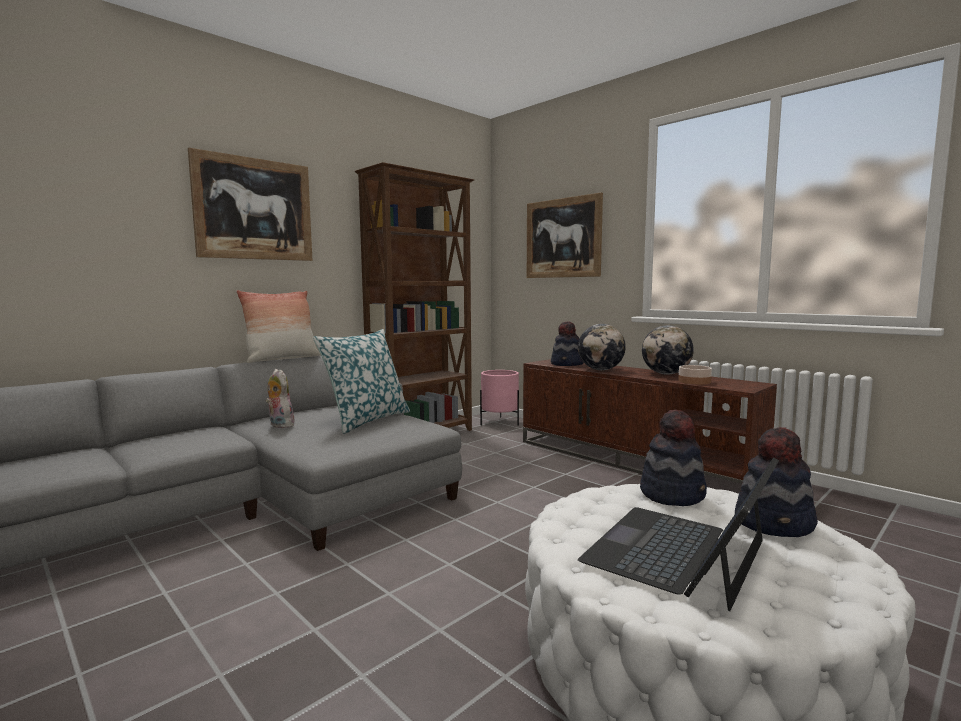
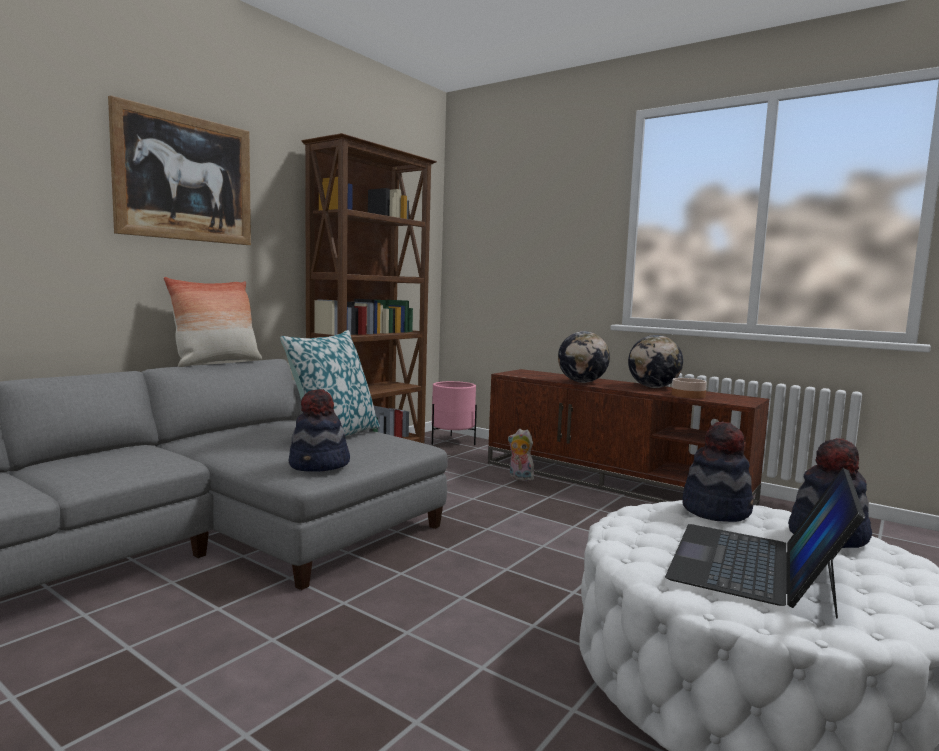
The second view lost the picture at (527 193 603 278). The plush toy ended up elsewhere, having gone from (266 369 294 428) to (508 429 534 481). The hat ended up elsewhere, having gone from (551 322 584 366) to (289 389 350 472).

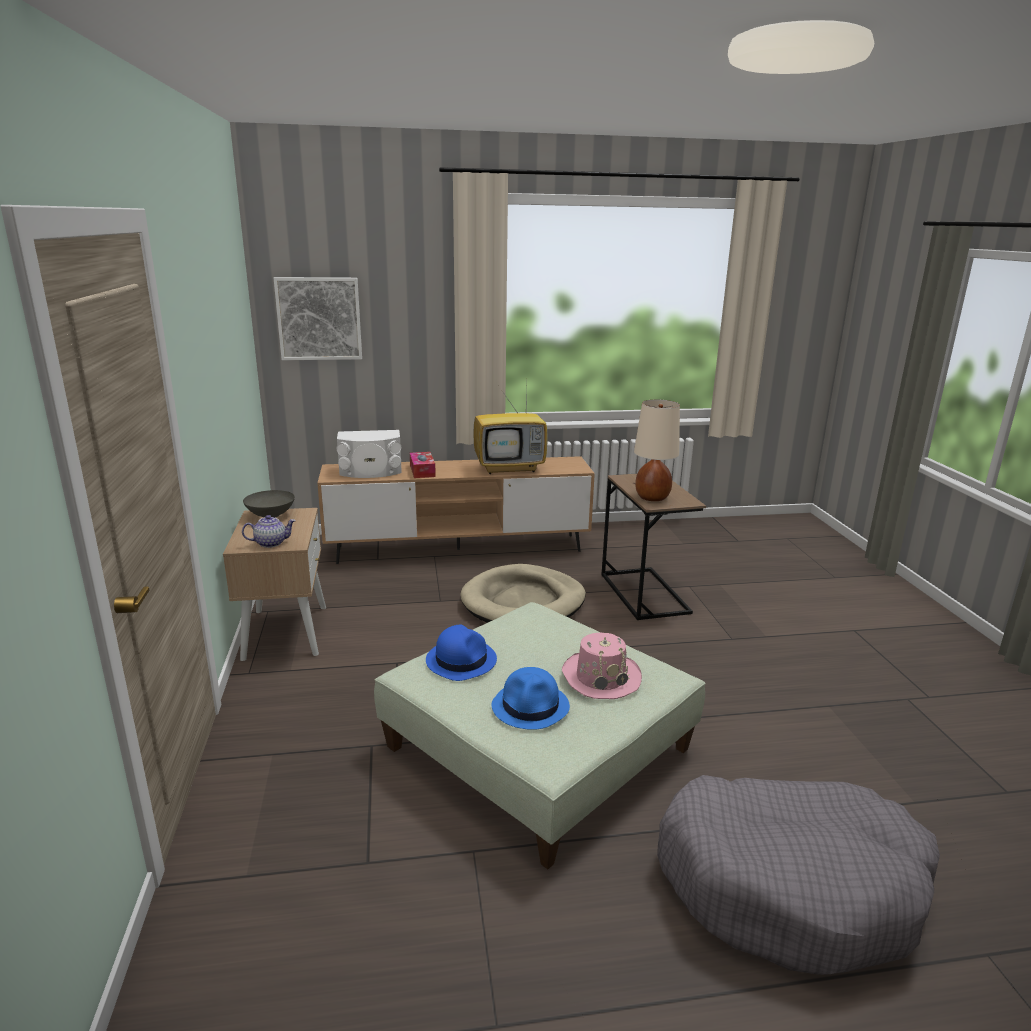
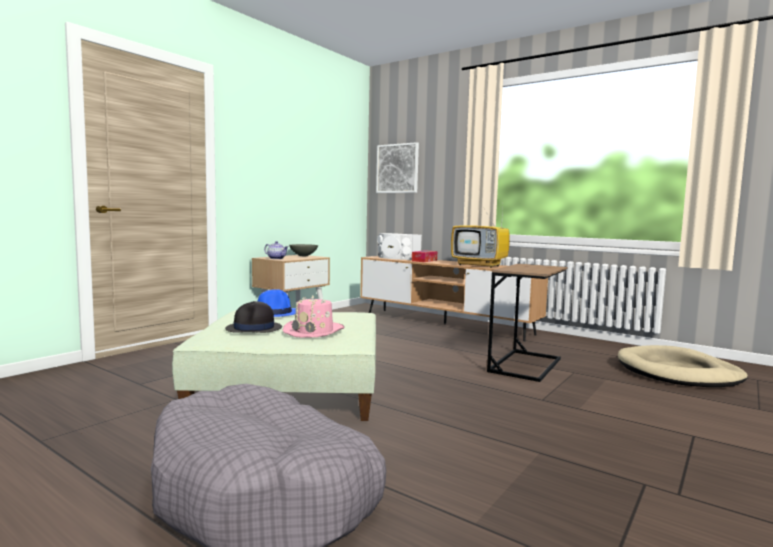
The second view lost the table lamp/beige at (634 400 680 501). The dog bed/beige ended up elsewhere, having gone from (460 564 586 623) to (618 345 748 387). What was the hat/blue at (492 667 570 730) turned into the hat/black at (225 301 282 333).

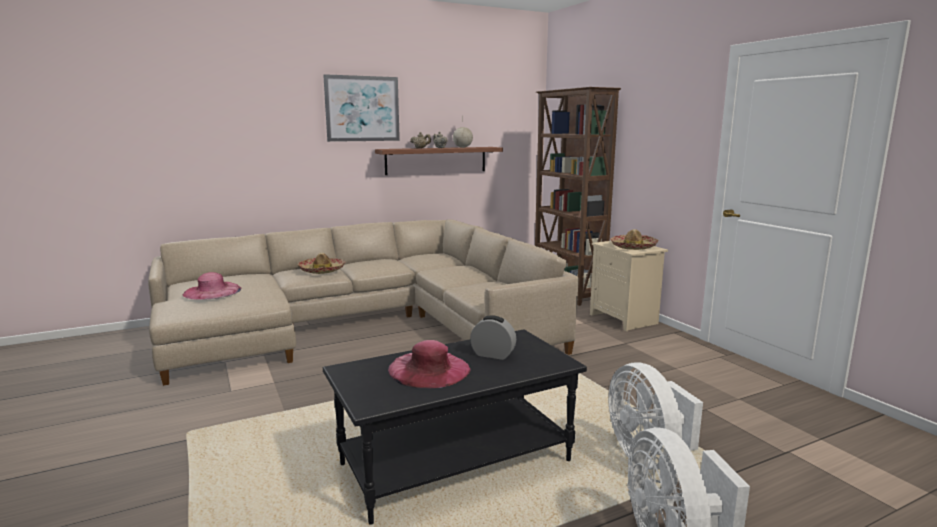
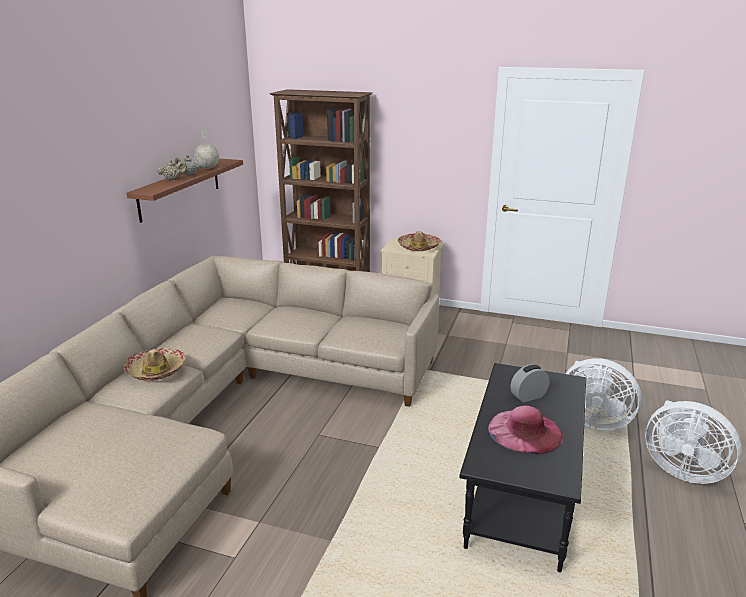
The second view lost the hat/pink at (183 272 241 300). The second view lost the picture at (323 74 400 142).

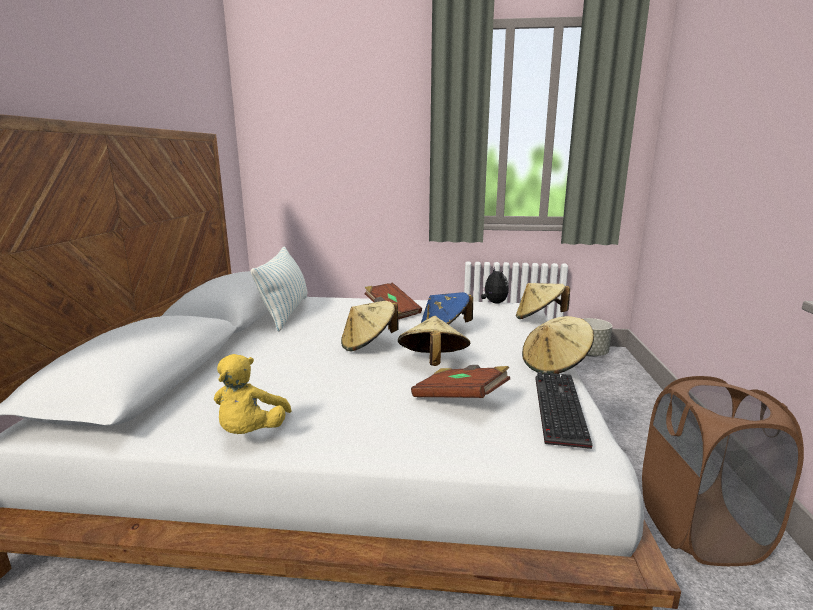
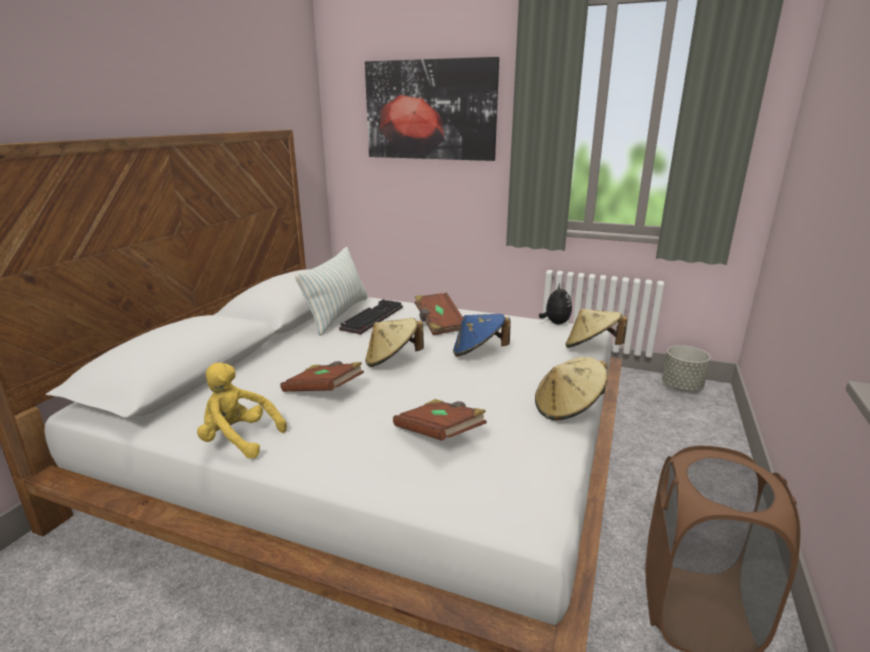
The second view lost the hat/beige at (398 316 470 366). The second view gained the book/brown at (280 361 364 392). The second view gained the picture at (365 57 499 161). The keyboard ended up elsewhere, having gone from (535 372 592 449) to (339 299 403 334). The plush toy/yellow at (214 354 292 434) ended up facing another way, 90 degrees clockwise from before.

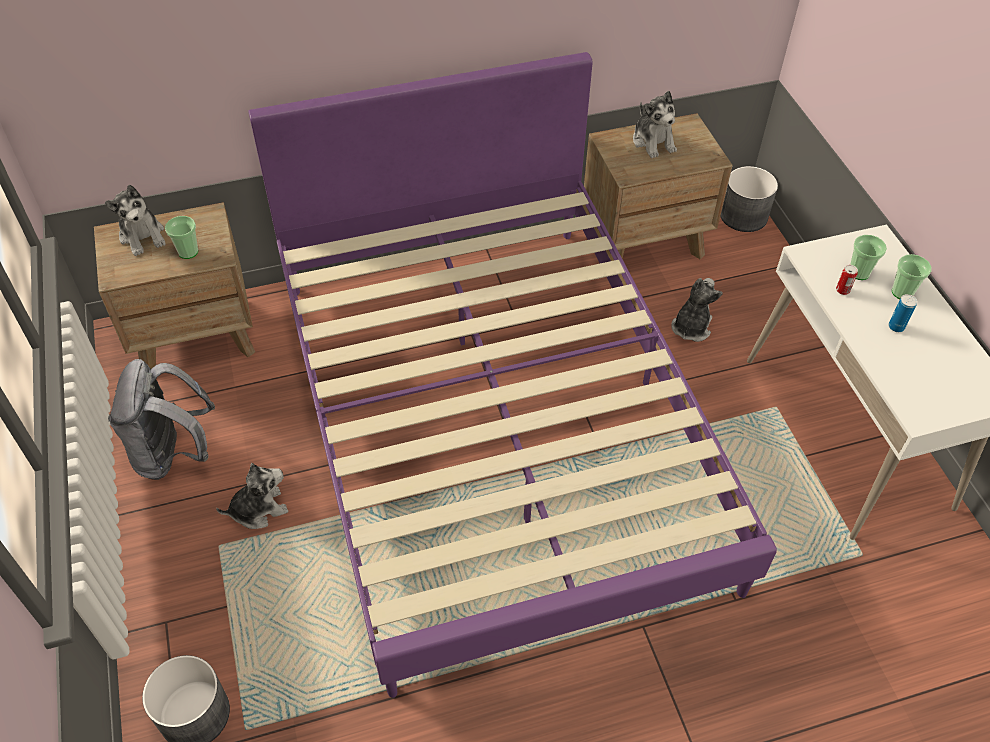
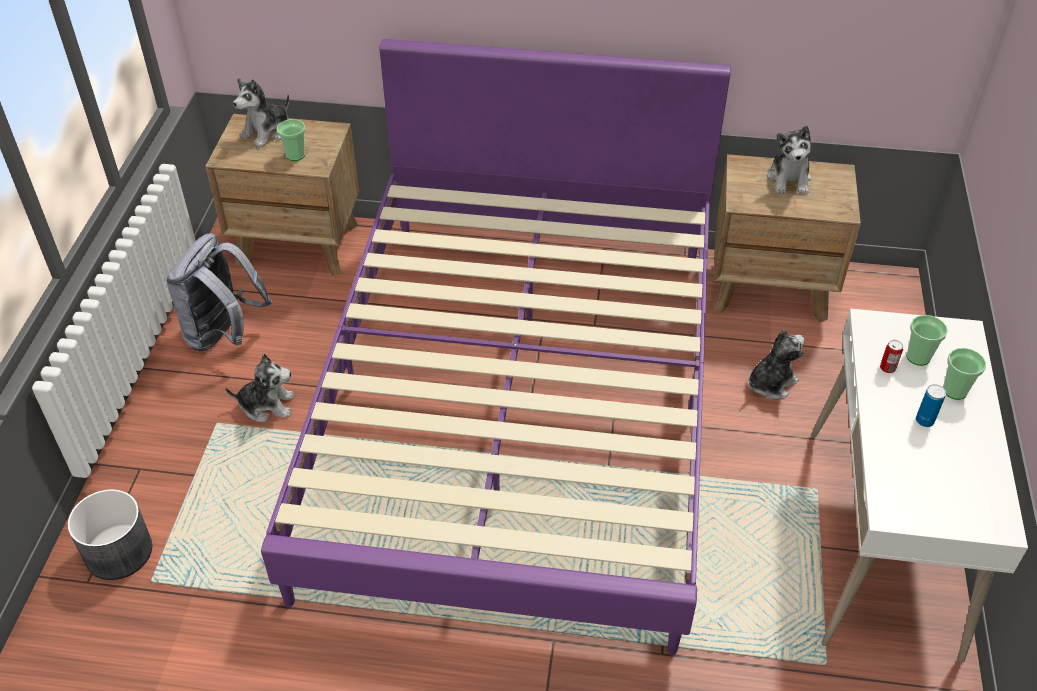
The second view lost the planter/grey at (720 166 778 232). The plush toy at (105 185 166 256) ended up facing another way, 45 degrees clockwise from before.

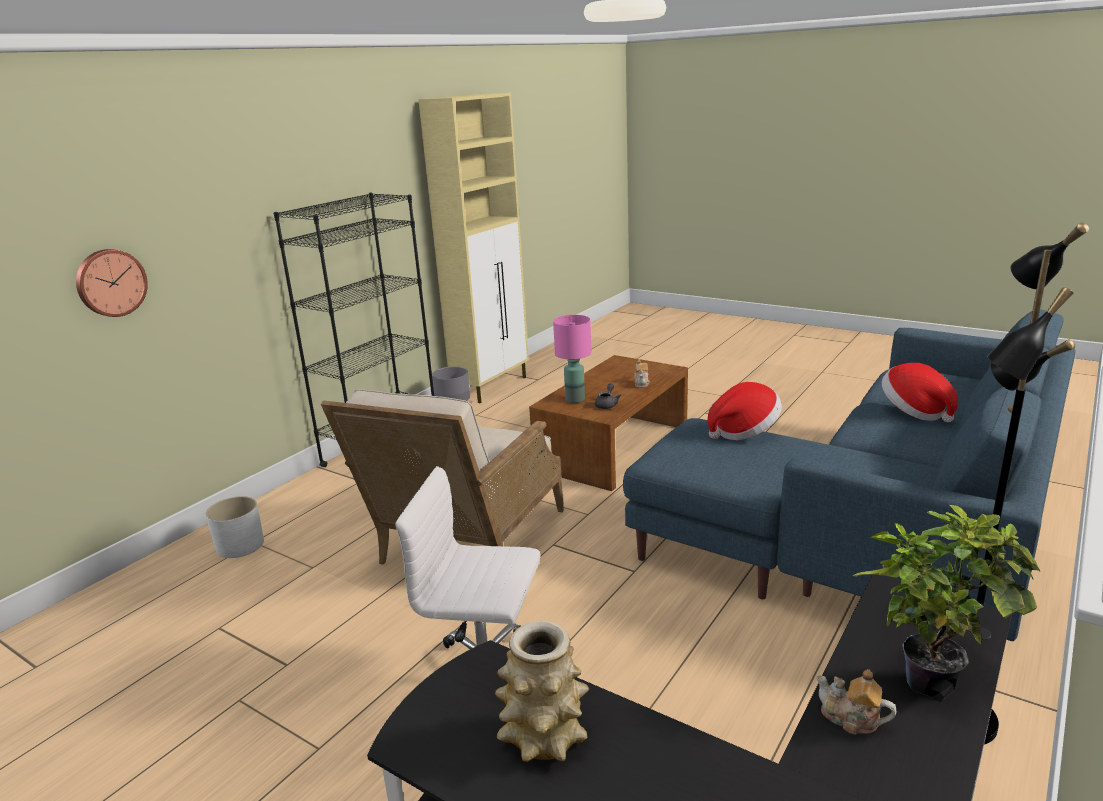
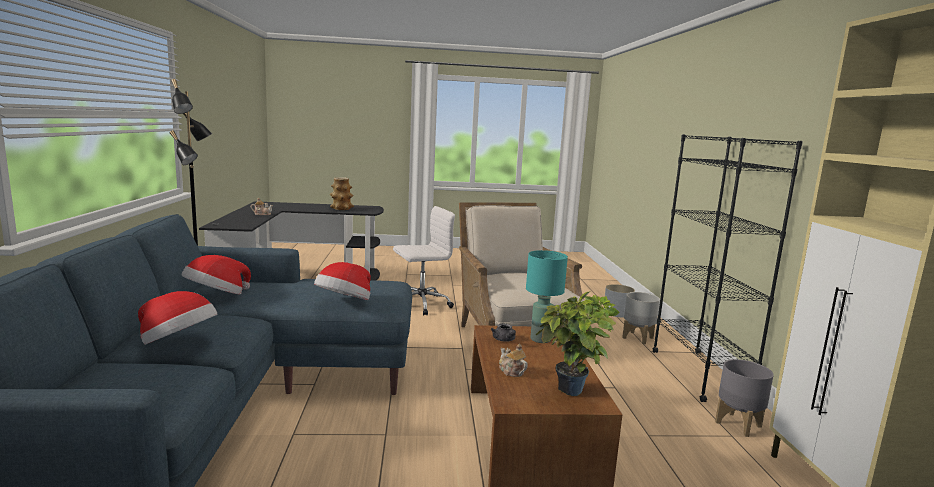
The second view lost the wall clock at (76 249 148 317). The second view gained the hat at (182 255 251 294). The second view gained the planter/grey at (622 292 660 345). The potted plant ended up elsewhere, having gone from (853 505 1041 700) to (536 291 620 396). What was the table lamp/pink at (553 315 591 403) turned into the table lamp/turquoise at (526 250 568 343).

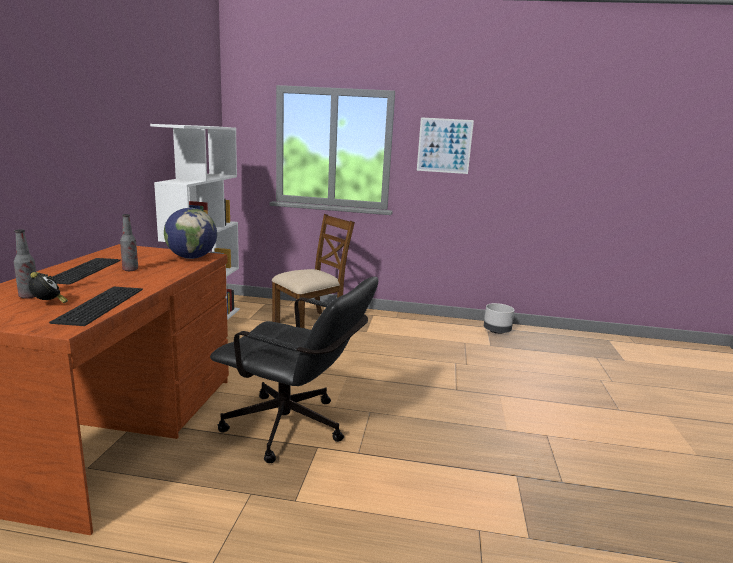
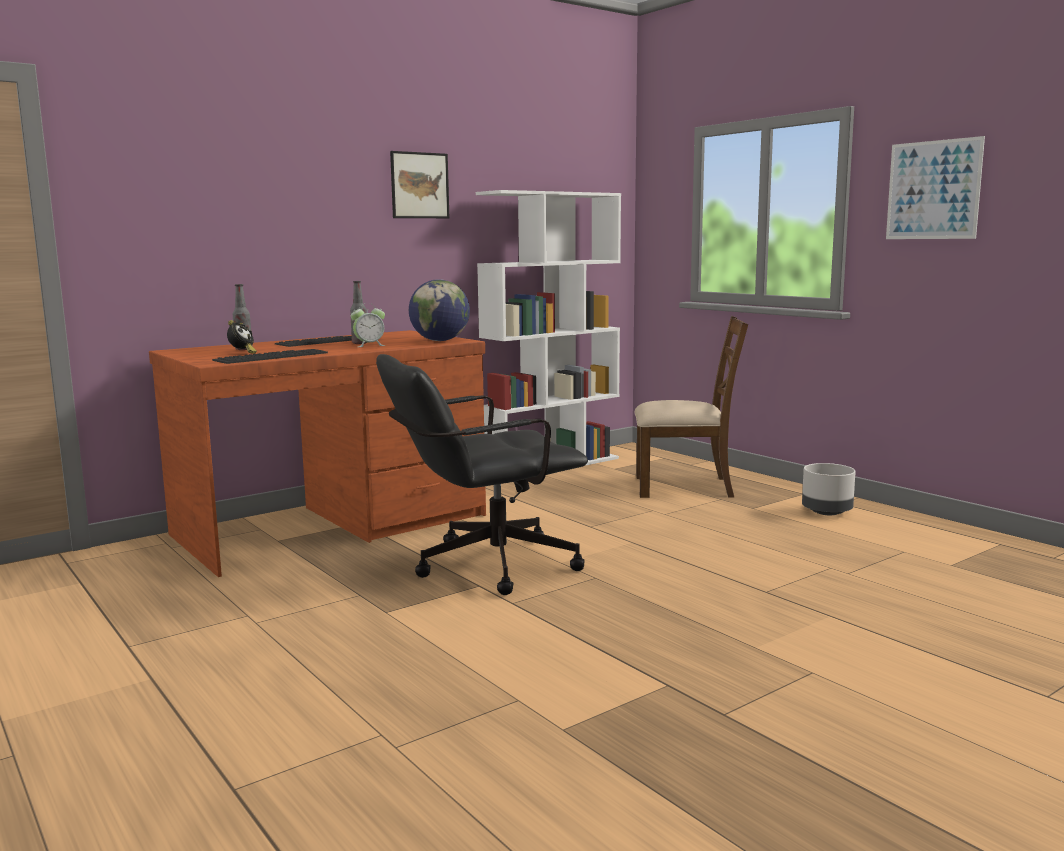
The second view gained the alarm clock at (351 303 386 347). The second view gained the picture at (390 151 449 218). The planter/grey ended up elsewhere, having gone from (484 303 515 334) to (802 463 856 515). The office chair/black at (210 277 378 463) ended up facing another way, 90 degrees clockwise from before.

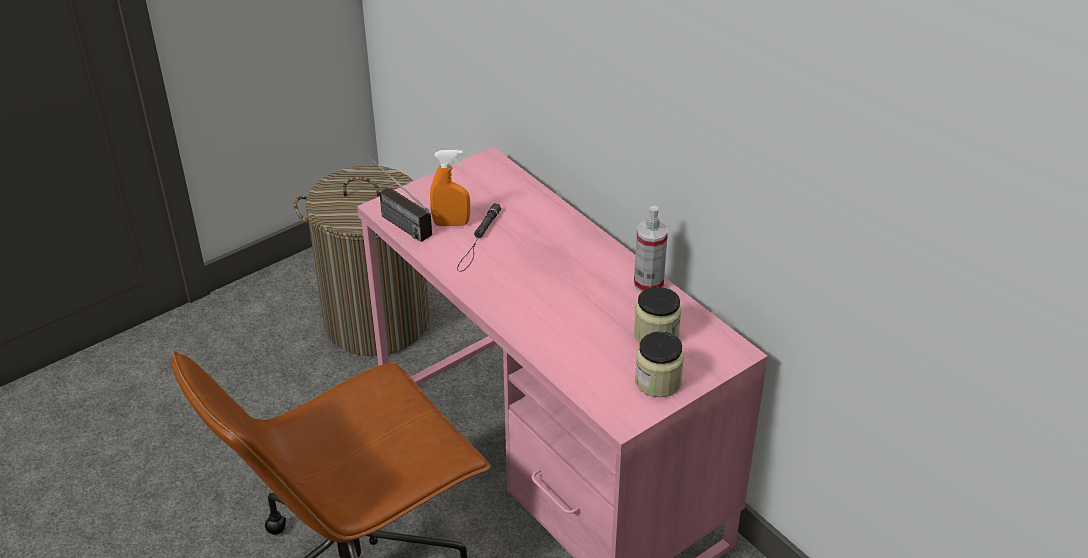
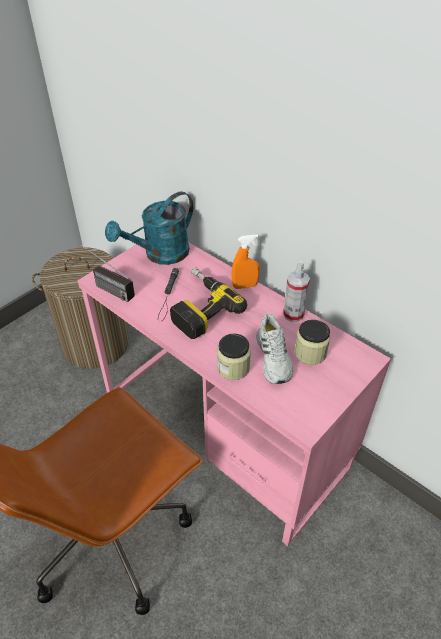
The second view gained the watering can/turquoise at (105 191 193 265). The second view gained the power drill at (170 267 247 339). The second view gained the shoe/white at (256 313 293 384). The spray bottle/orange ended up elsewhere, having gone from (430 150 470 226) to (232 234 260 289). The jar ended up elsewhere, having gone from (635 331 684 397) to (217 334 251 380).

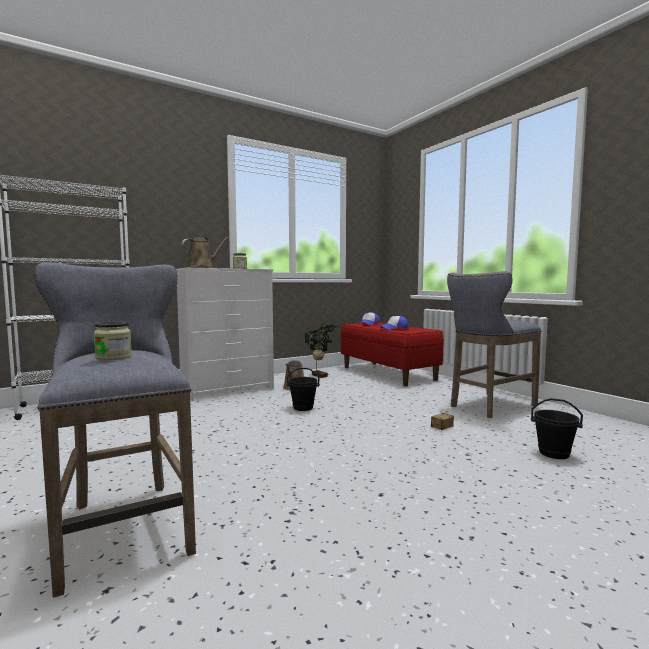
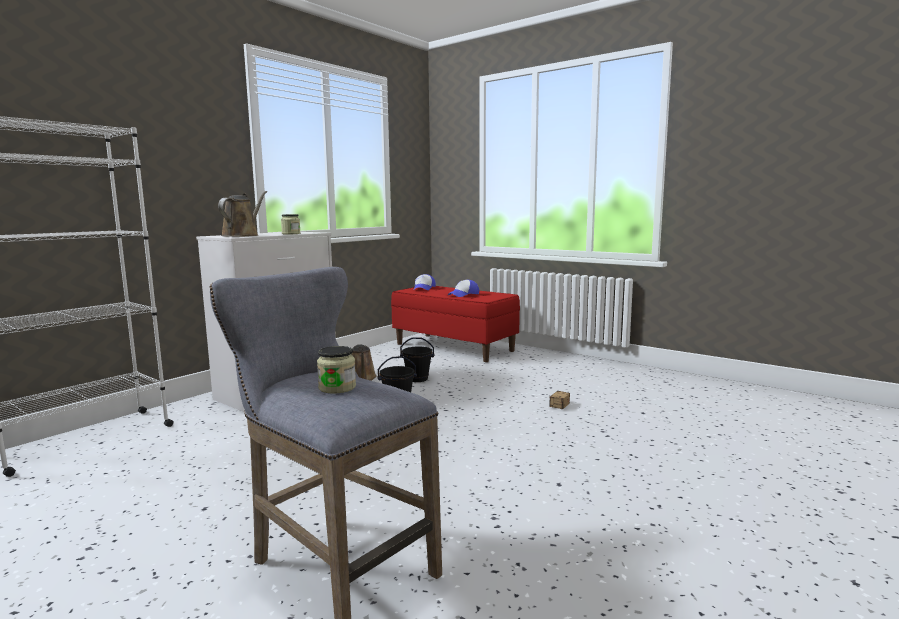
The second view lost the potted plant at (305 324 337 378). The second view lost the stool/grey at (447 271 541 418). The bucket/black ended up elsewhere, having gone from (531 398 583 459) to (400 337 434 382).

